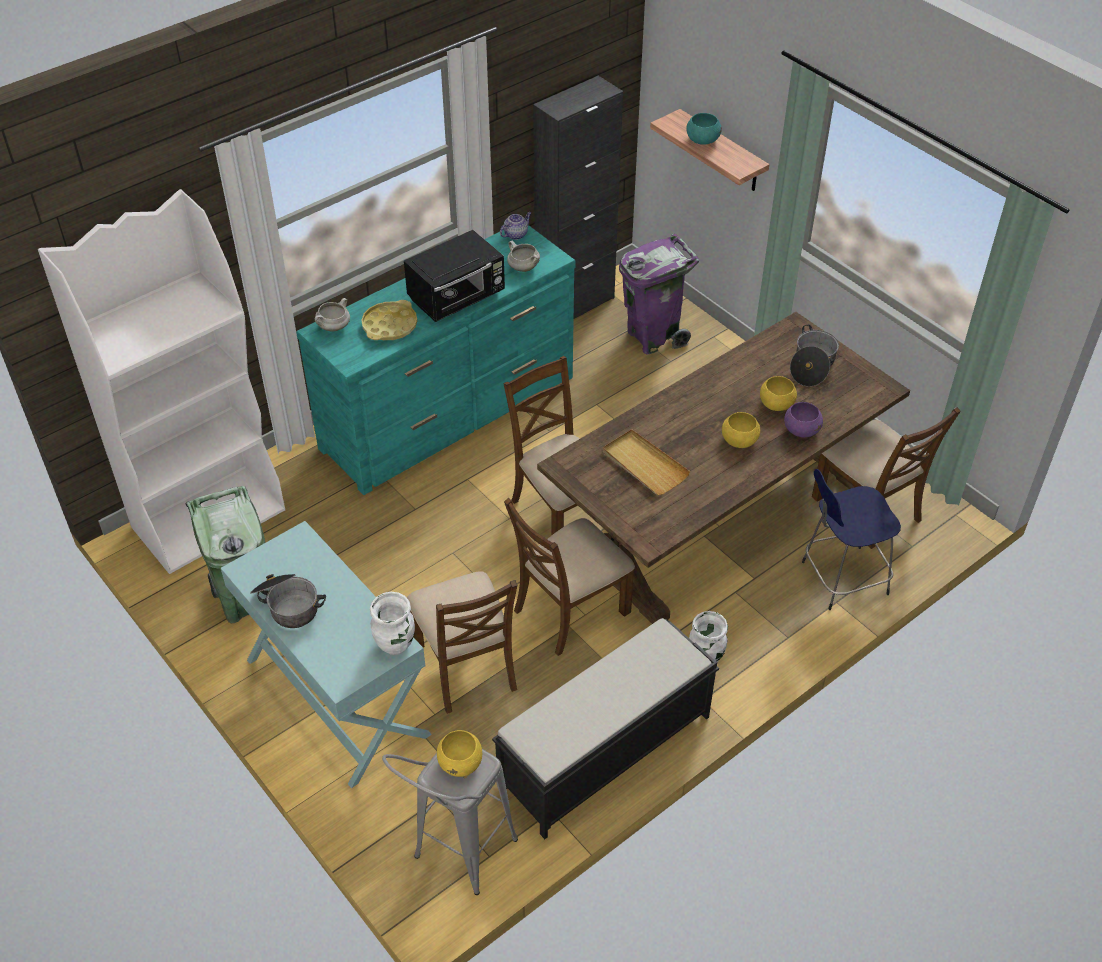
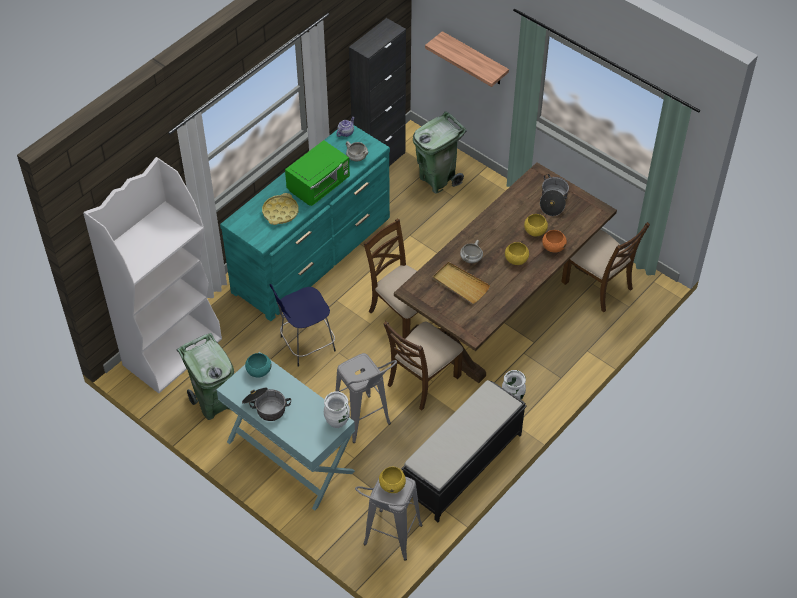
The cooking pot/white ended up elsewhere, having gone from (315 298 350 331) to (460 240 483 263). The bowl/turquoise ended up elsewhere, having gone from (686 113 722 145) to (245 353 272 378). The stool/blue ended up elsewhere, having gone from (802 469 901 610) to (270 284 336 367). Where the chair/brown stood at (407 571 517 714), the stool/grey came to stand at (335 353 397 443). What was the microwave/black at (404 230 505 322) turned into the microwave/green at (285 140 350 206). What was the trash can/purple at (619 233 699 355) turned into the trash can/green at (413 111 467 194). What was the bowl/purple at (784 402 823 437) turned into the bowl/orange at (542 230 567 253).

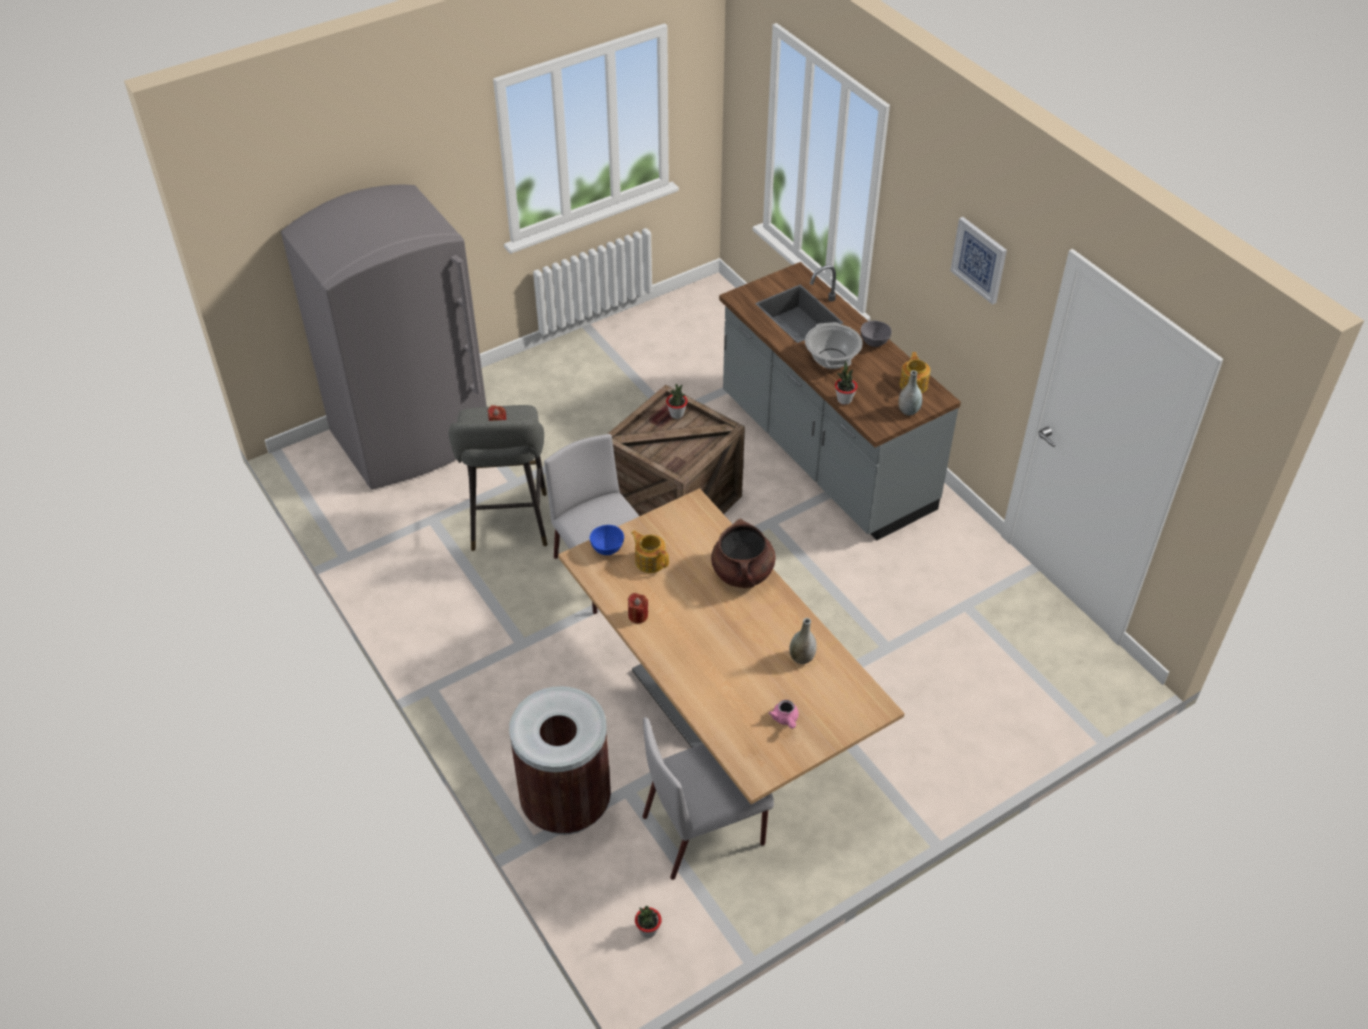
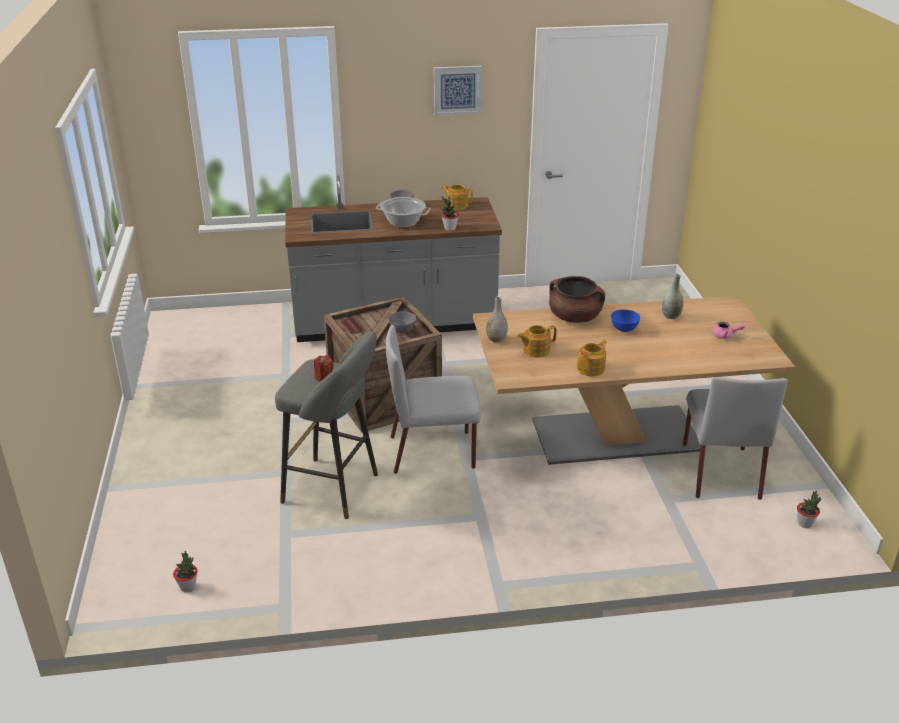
The second view lost the fridge/grey at (281 184 487 490). The second view lost the trash can/brown at (509 686 611 835). The second view gained the bowl/grey at (389 312 416 333). The bowl/blue ended up elsewhere, having gone from (590 525 624 555) to (611 309 640 332). The potted plant ended up elsewhere, having gone from (666 384 688 419) to (173 551 197 592). The vase/grey ended up elsewhere, having gone from (898 370 922 416) to (486 296 508 342). Where the candle/red stood at (628 593 648 624), the teapot came to stand at (577 340 607 377).

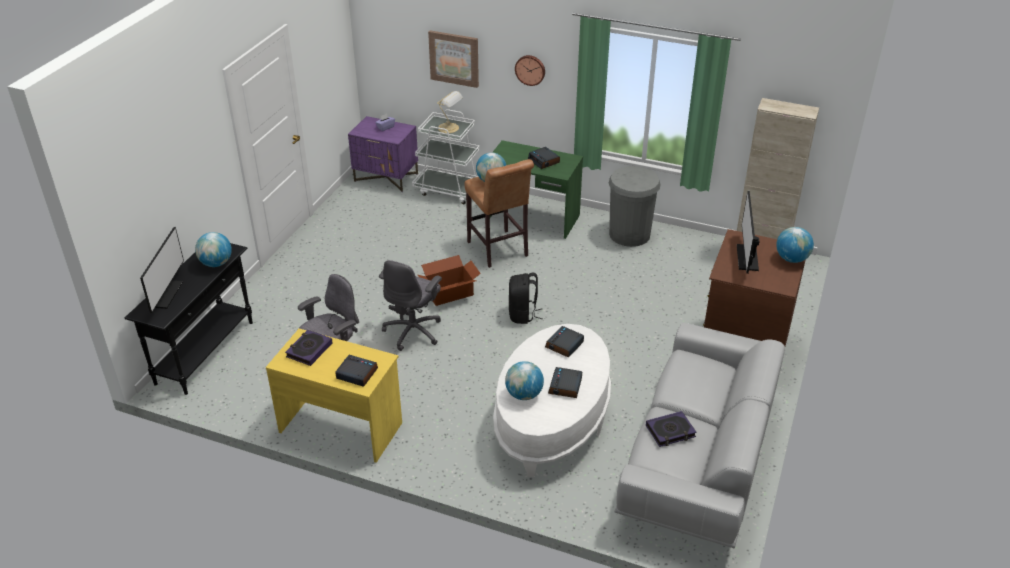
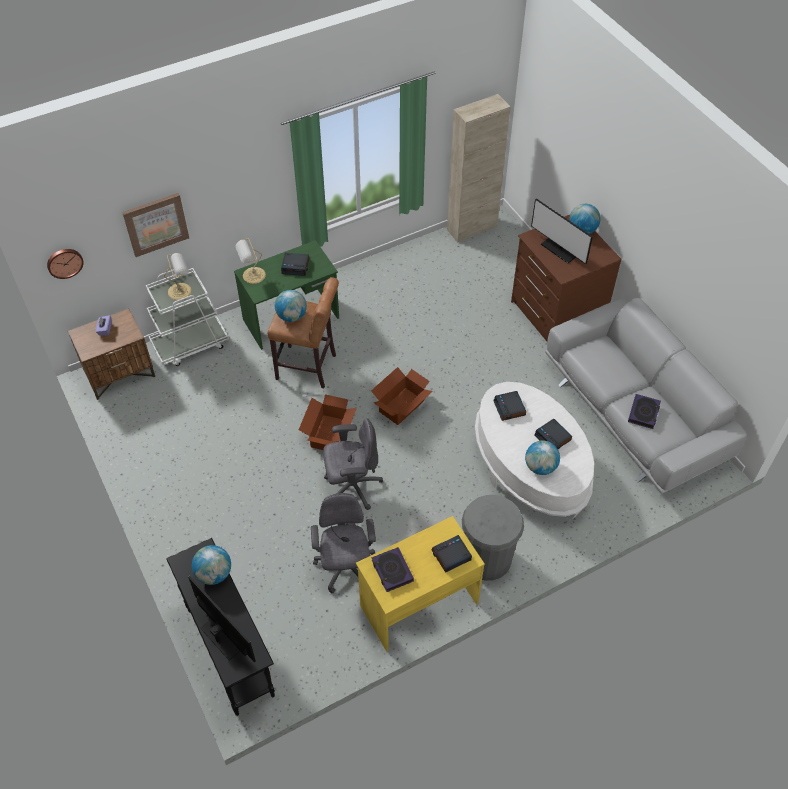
The second view gained the table lamp at (235 238 266 284). The wall clock ended up elsewhere, having gone from (515 55 545 86) to (47 249 84 279). The trash can/grey ended up elsewhere, having gone from (609 166 661 247) to (462 495 524 581). Where the backpack/black stood at (509 273 543 324), the cardboard box came to stand at (371 367 433 425). What was the nightstand/purple at (348 116 418 192) turned into the nightstand/brown at (68 308 155 400). The office chair/grey at (379 260 442 351) ended up facing another way, 75 degrees counterclockwise from before.

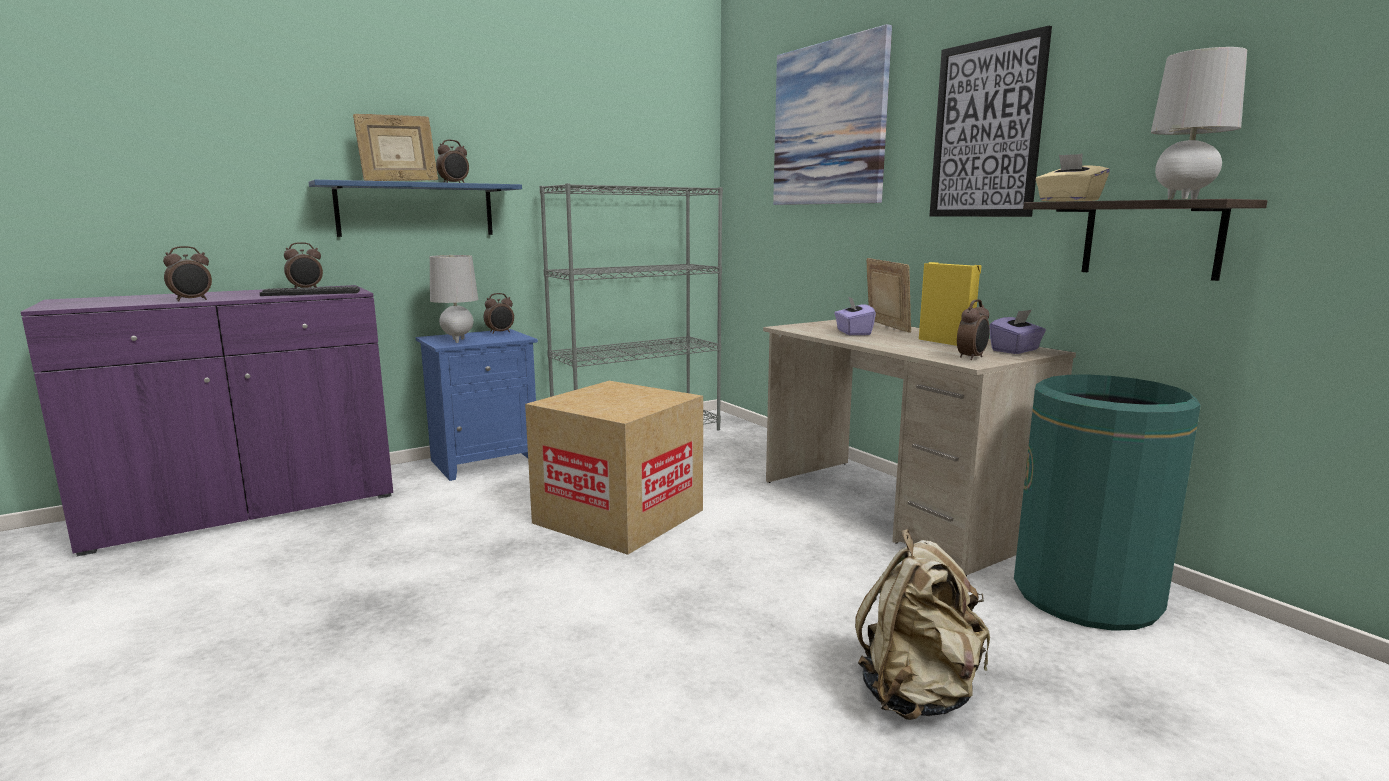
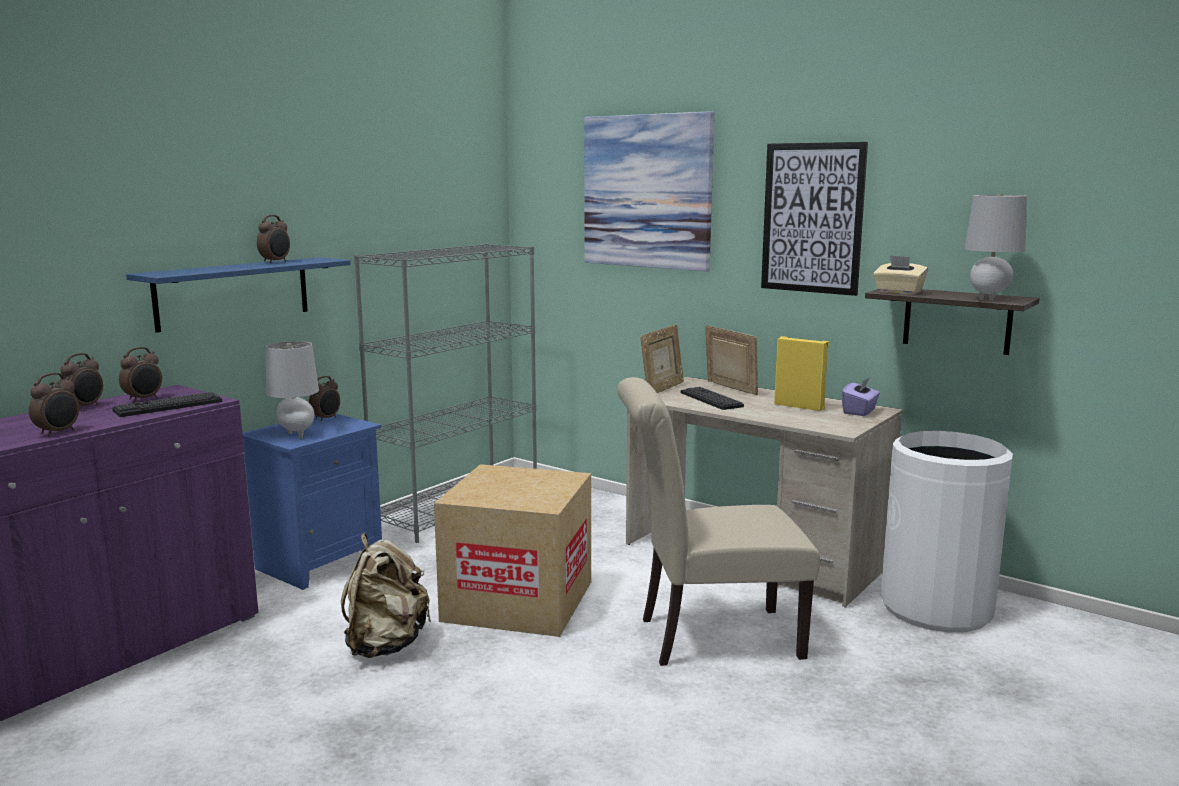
The second view gained the chair/beige at (617 377 820 666). The picture frame ended up elsewhere, having gone from (353 114 438 181) to (640 324 684 393). The backpack/beige ended up elsewhere, having gone from (855 529 990 720) to (341 533 431 658). The alarm clock ended up elsewhere, having gone from (957 299 990 360) to (60 353 103 406). Where the tissue box/purple stood at (834 296 876 335), the keyboard came to stand at (681 387 744 410). What was the trash can/green at (1014 375 1201 631) turned into the trash can/white at (881 431 1013 632).

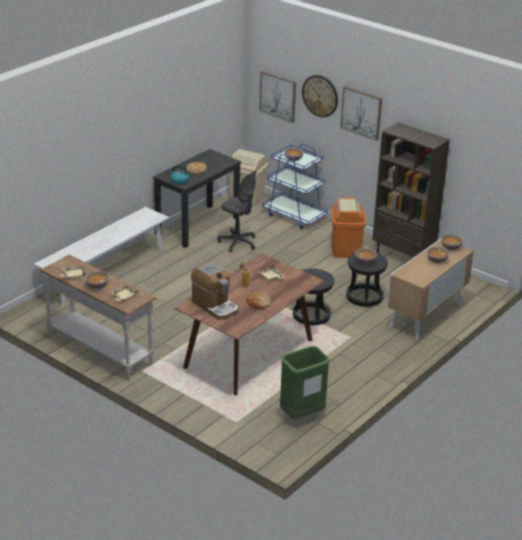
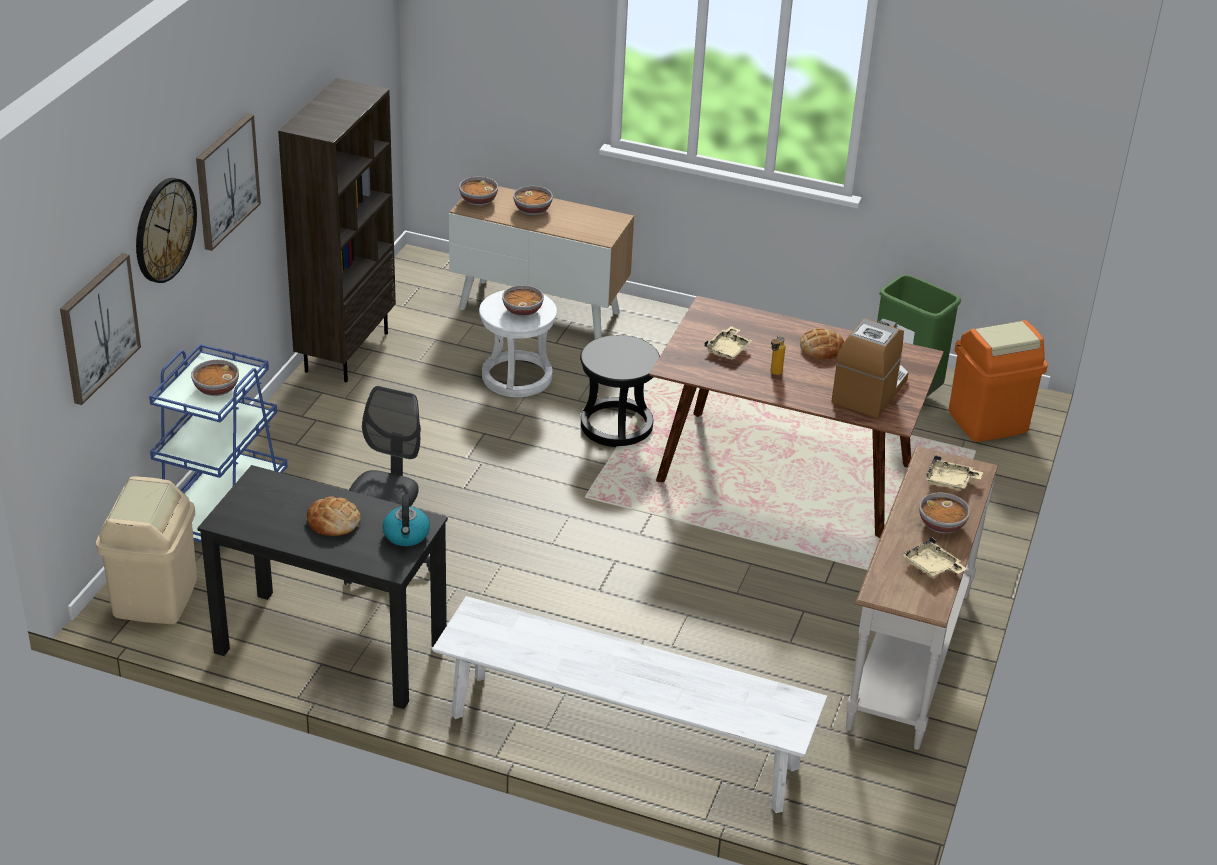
The trash can/orange ended up elsewhere, having gone from (332 197 366 258) to (949 320 1048 442). What was the stool/black at (346 253 388 307) turned into the stool/white at (479 290 557 397).

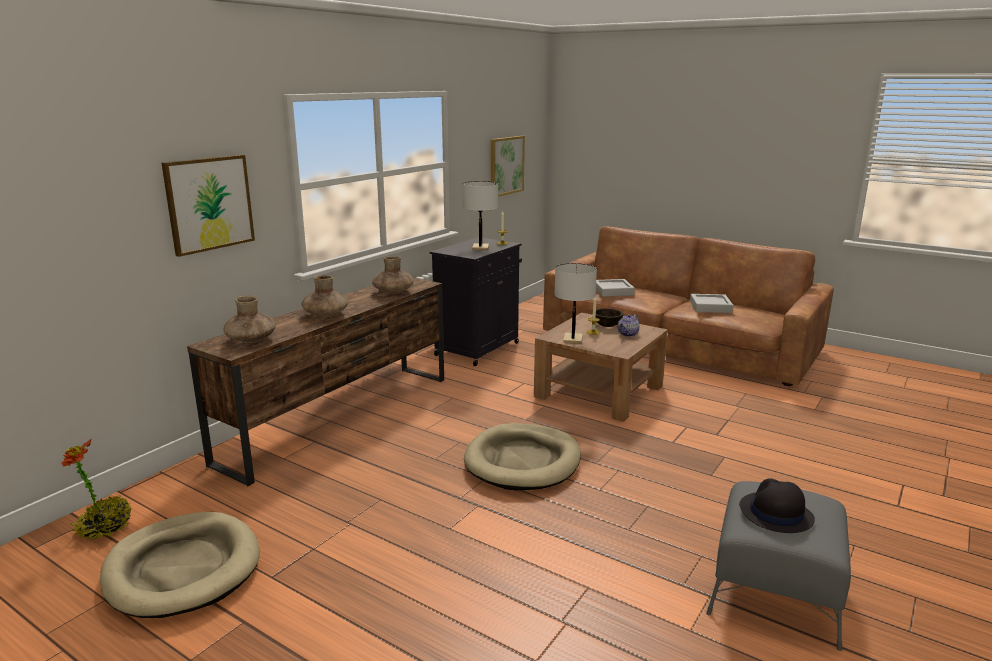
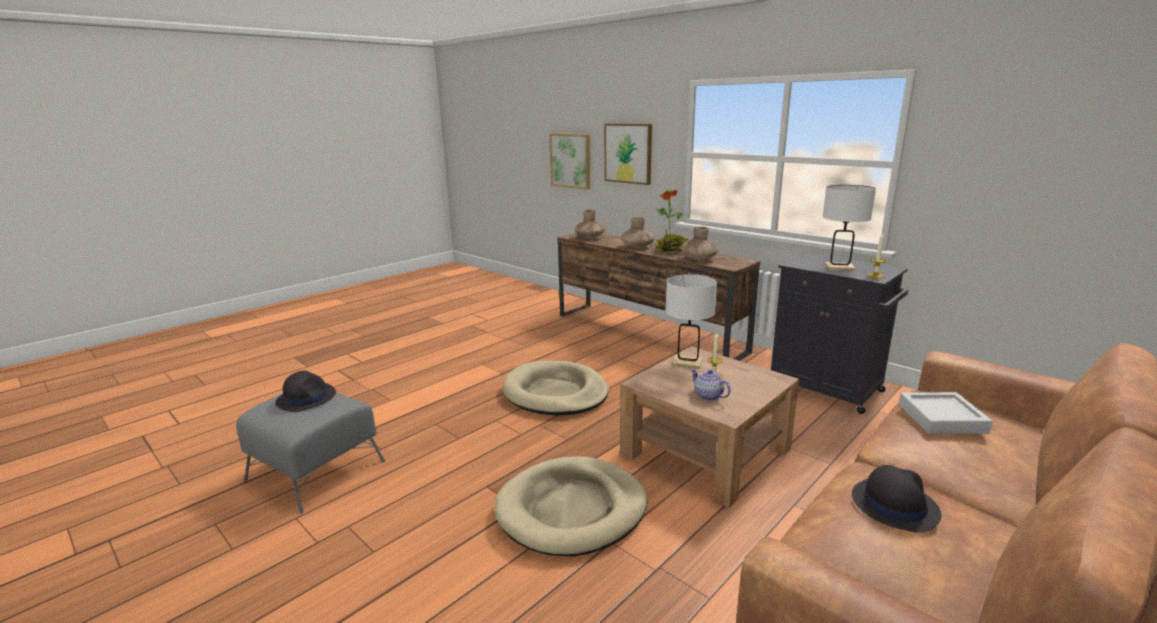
The second view lost the bowl/brown at (596 308 623 327). The potted plant ended up elsewhere, having gone from (62 438 131 540) to (655 189 688 253). The dog bed/beige ended up elsewhere, having gone from (100 512 260 618) to (495 456 647 556). The picture ended up elsewhere, having gone from (491 136 525 197) to (549 133 590 190). Where the tray/grey stood at (690 294 733 313), the hat/black came to stand at (852 465 942 533).

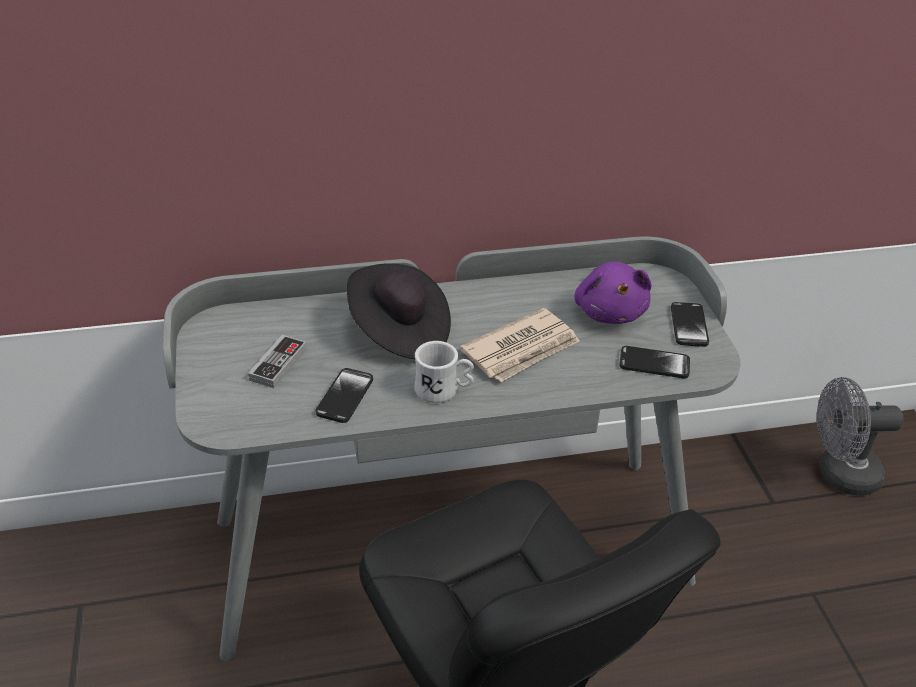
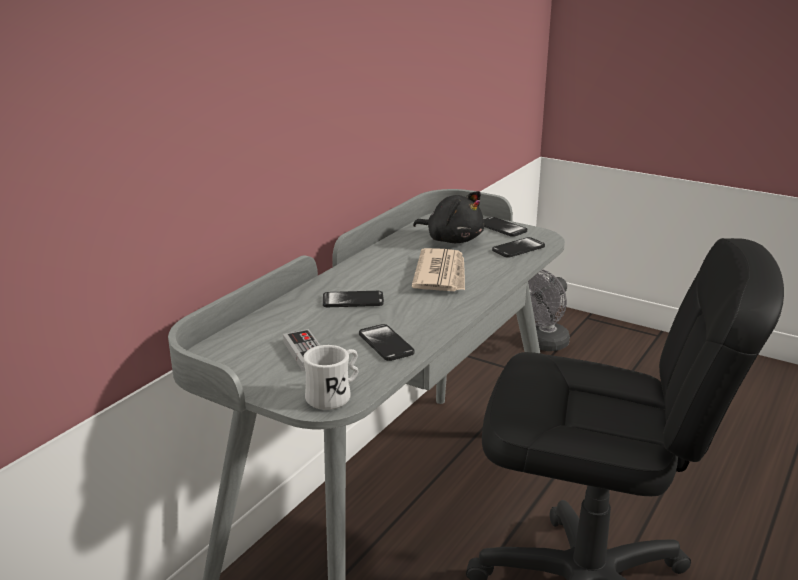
The mug/white ended up elsewhere, having gone from (414 341 474 403) to (303 345 358 410). Where the hat/black stood at (347 263 451 359), the phone came to stand at (323 291 384 307). What was the plush toy/purple at (574 261 651 324) turned into the plush toy/black at (413 191 484 243).

